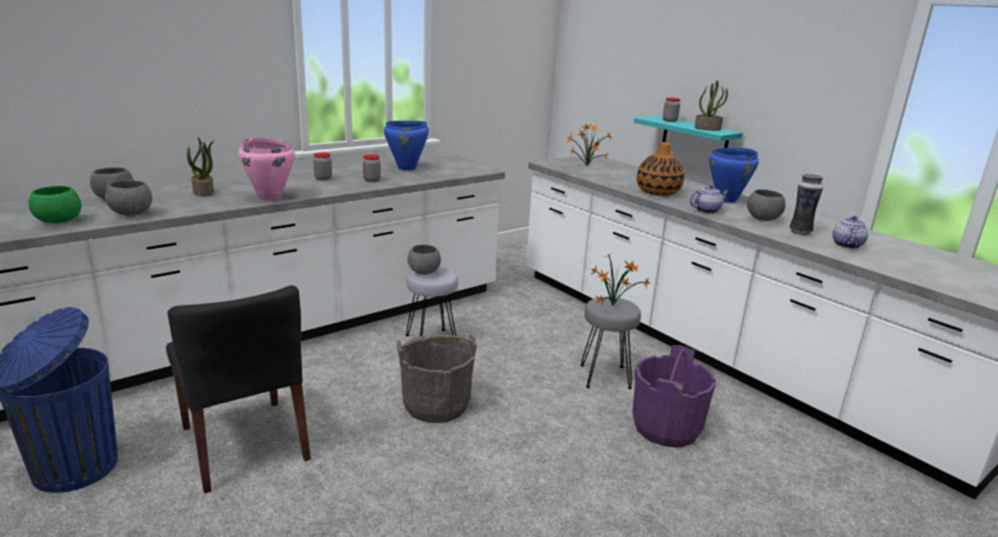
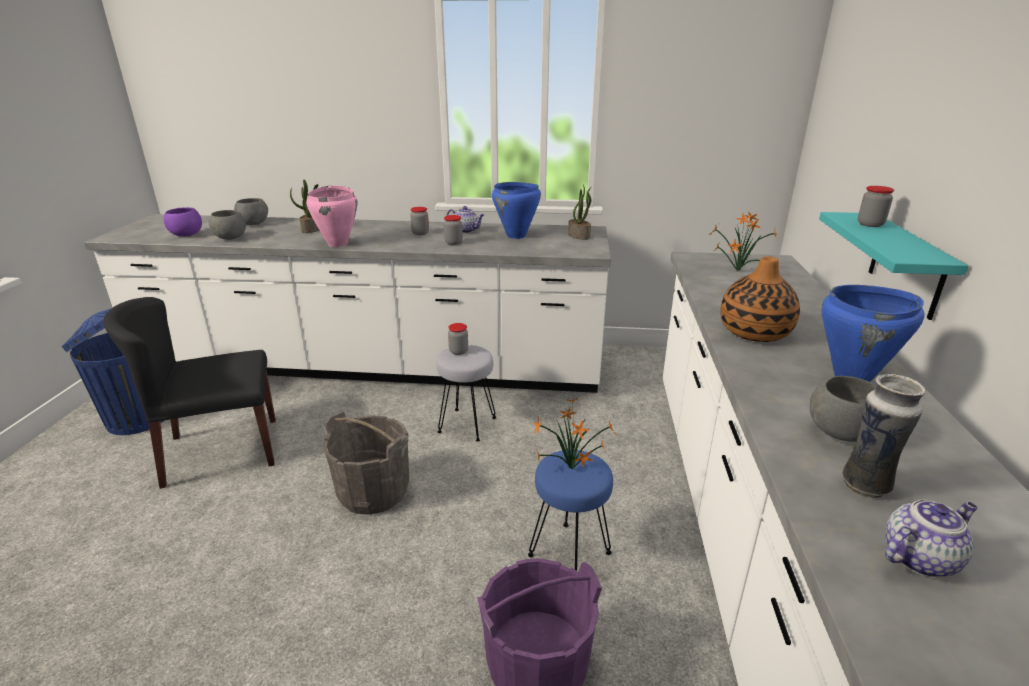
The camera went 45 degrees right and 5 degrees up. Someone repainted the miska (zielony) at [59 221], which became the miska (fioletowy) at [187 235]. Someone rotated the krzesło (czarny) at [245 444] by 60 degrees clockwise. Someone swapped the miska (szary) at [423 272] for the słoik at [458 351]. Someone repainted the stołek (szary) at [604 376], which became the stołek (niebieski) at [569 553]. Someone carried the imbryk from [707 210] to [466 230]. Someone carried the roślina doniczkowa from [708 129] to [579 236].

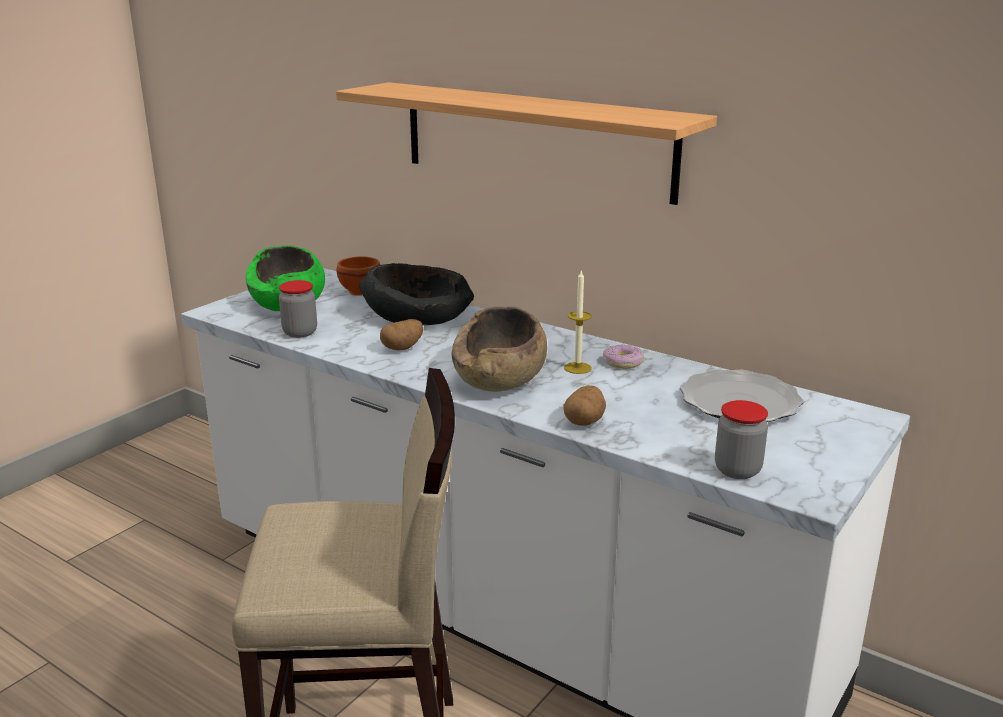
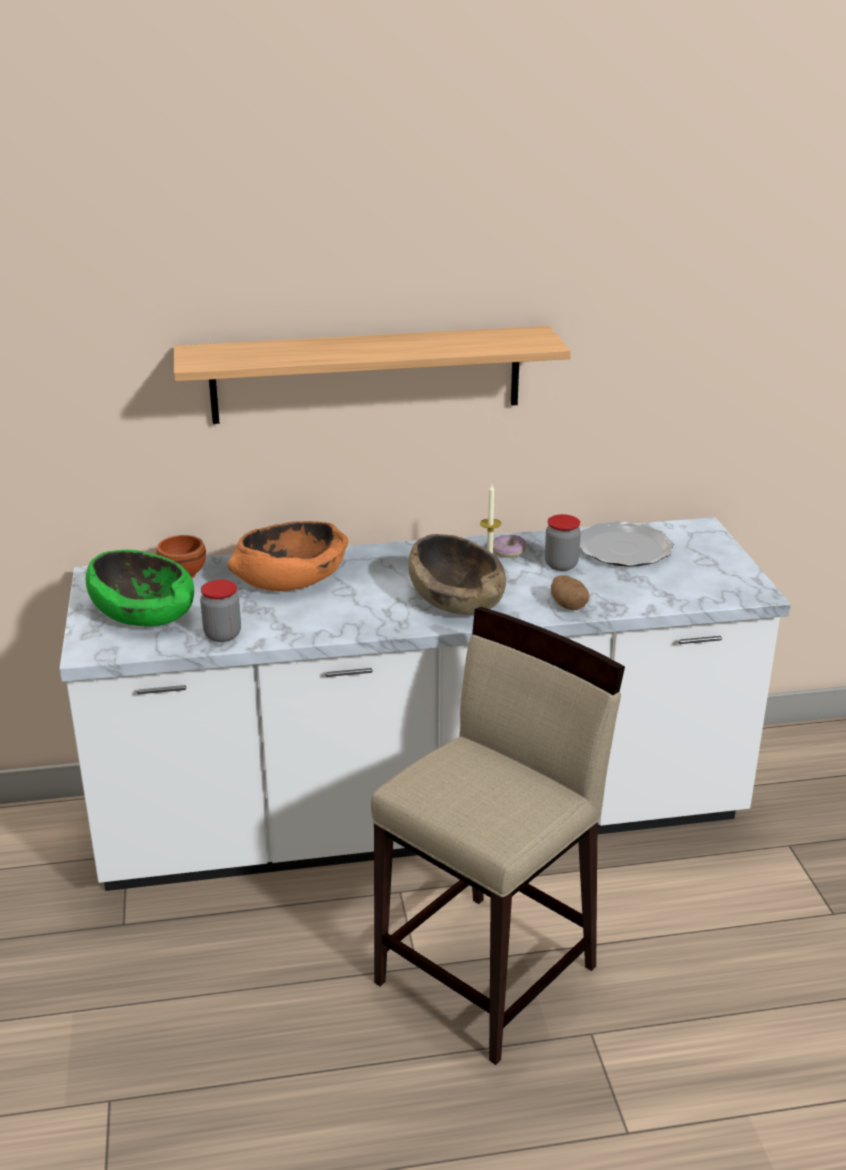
The camera went 45 degrees left and 5 degrees up. Someone repainted the miska (czarny) at [417 318], which became the miska (pomarańczowy) at [290 579]. Someone took away the ziemniak at [403 347]. Someone carried the słoik from [737 470] to [561 565].

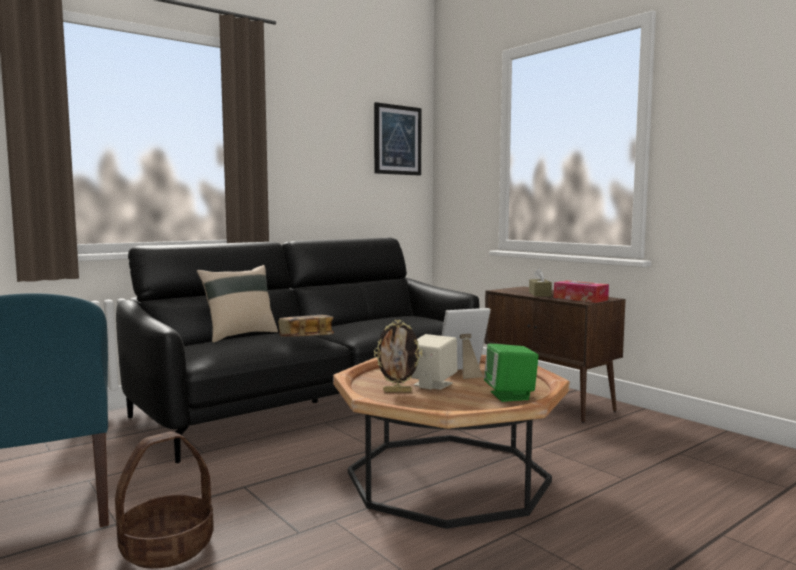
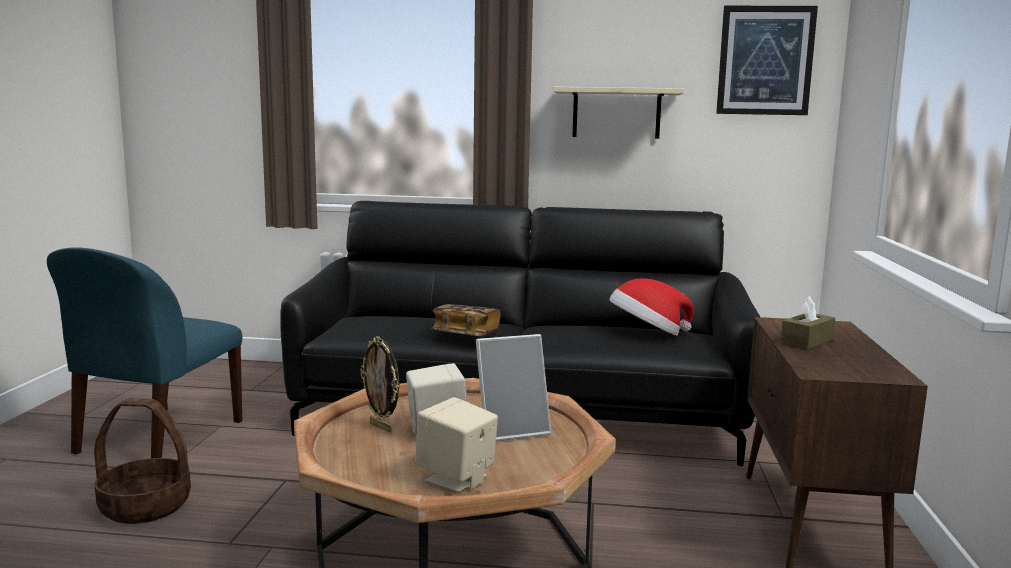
The camera went 45 degrees right and 5 degrees up. Someone took away the poduszka (beżowy) at [239 335]. Someone rotated the ramka na zdjęcie at [463 373] by 135 degrees clockwise. Someone repainted the głośnik (zielony) at [510 396], which became the głośnik (beżowy) at [456 479]. Someone took away the pudełko chusteczek at [580 299]. Someone put up the półka (beżowy) at [616 113]. Someone put down the kapelusz at [647 334].

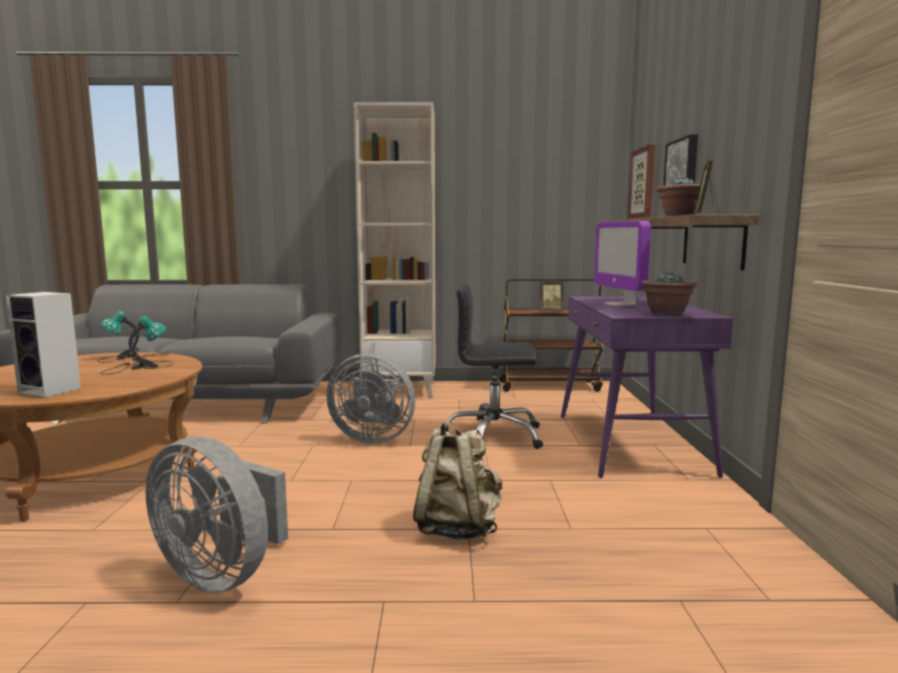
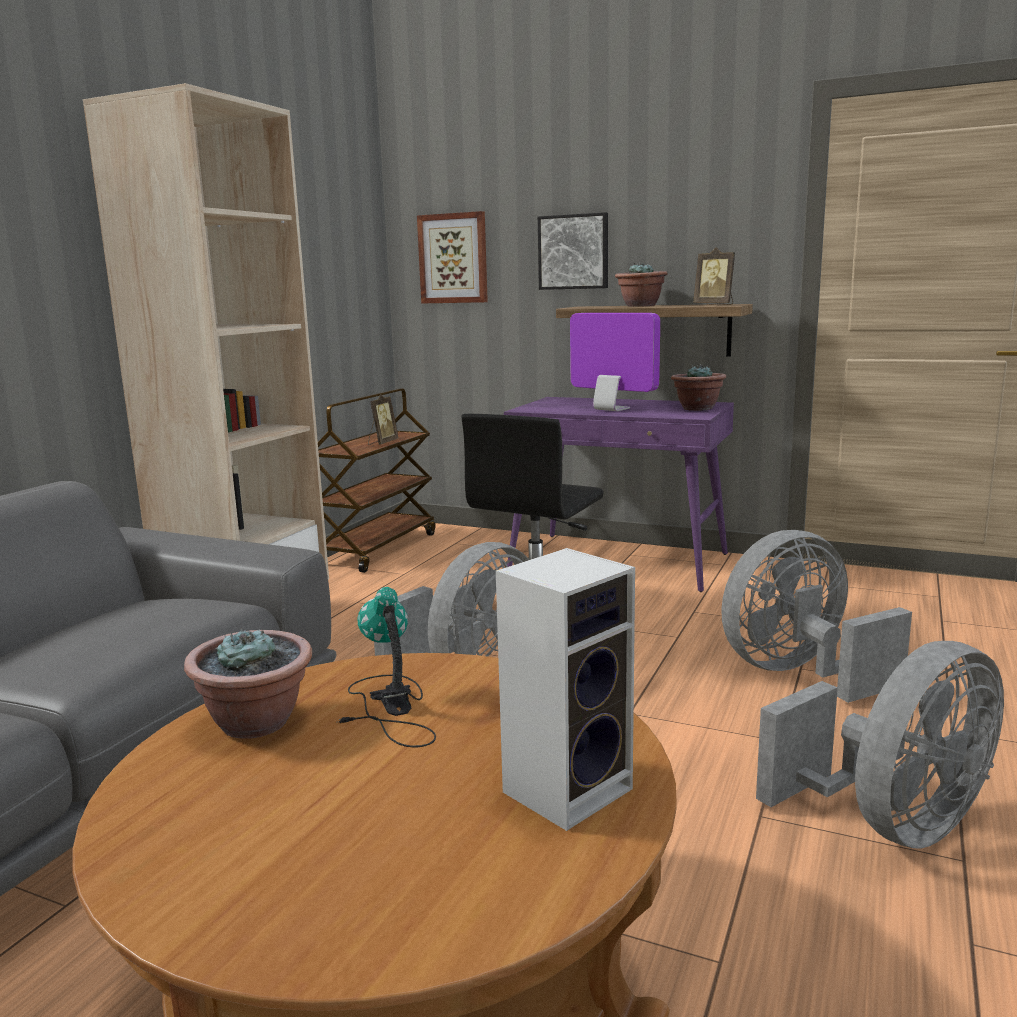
The camera went 65 degrees left and 5 degrees up. Someone swapped the lampa stołowa at [131 358] for the roślina doniczkowa at [257 722]. Someone swapped the plecak (beżowy) at [457 528] for the wentylator (szary) at [799 673]. Someone rotated the monitor at [620 305] by 150 degrees counterclockwise.

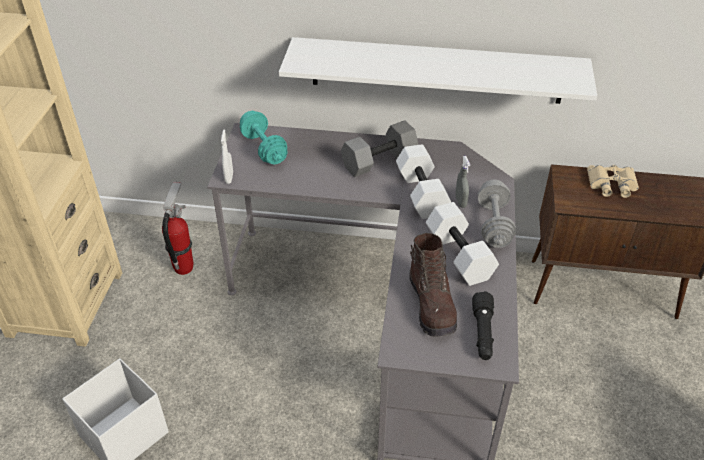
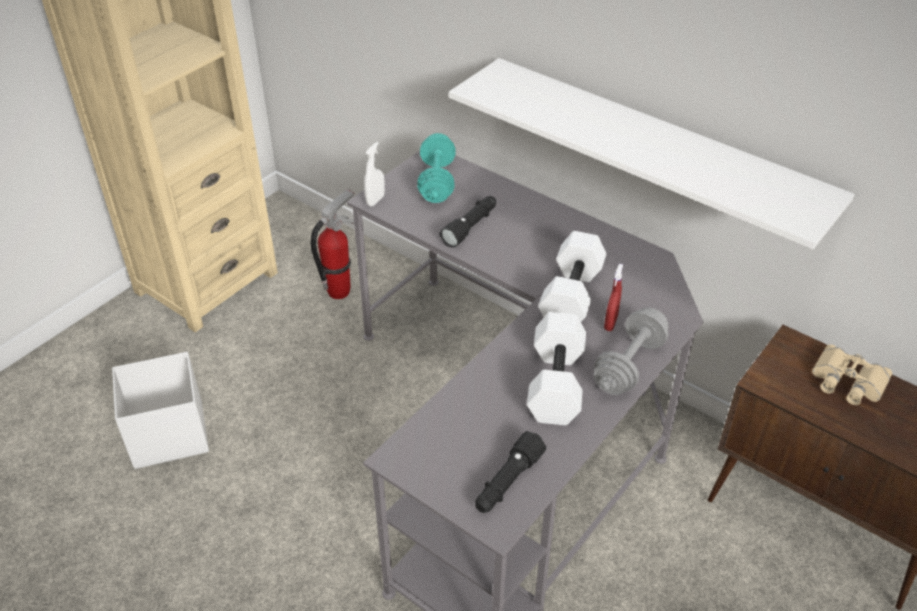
The camera went 30 degrees right and 0 degrees up. Someone took away the hantel (szary) at [379 160]. Someone took away the but z cholewką (brązowy) at [432 305]. Someone repainted the spryskiwacz (szary) at [460 202], which became the spryskiwacz (czerwony) at [610 323]. Someone put down the latarka (czarny) at [470 227].

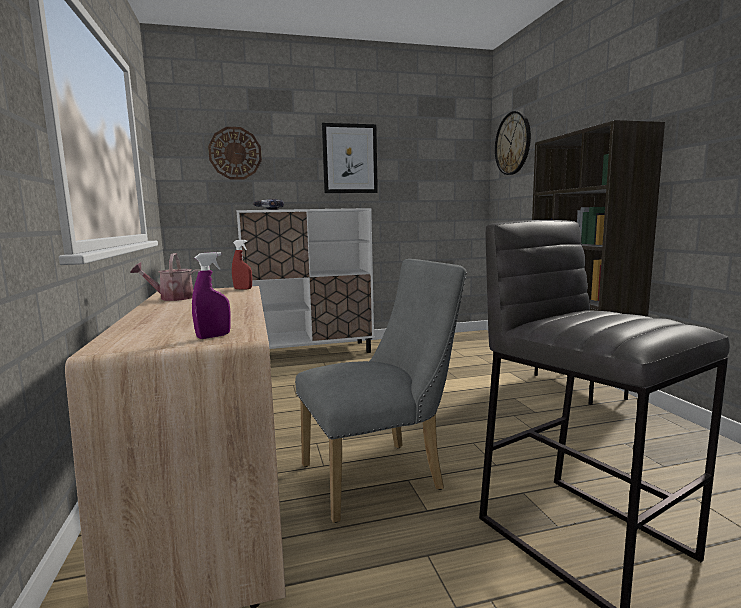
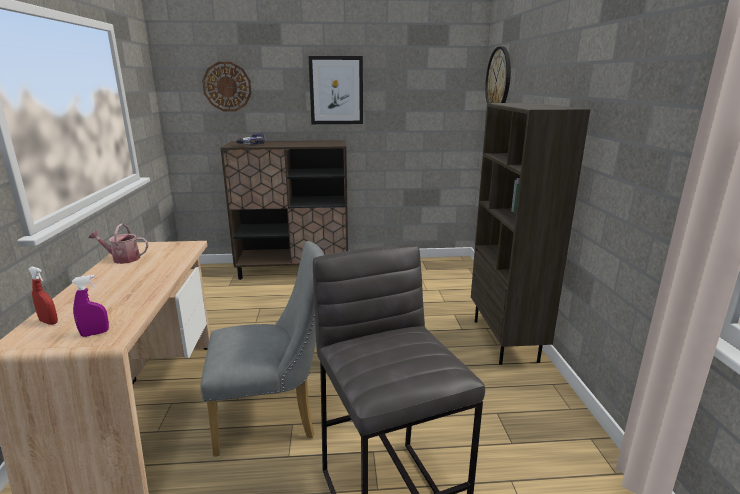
The camera went 10 degrees right and 10 degrees up. Someone carried the spryskiwacz (czerwony) from [243 289] to [49 322]. Someone repainted the szafka (biały) at [310 352], which became the szafka (brązowy) at [294 270].

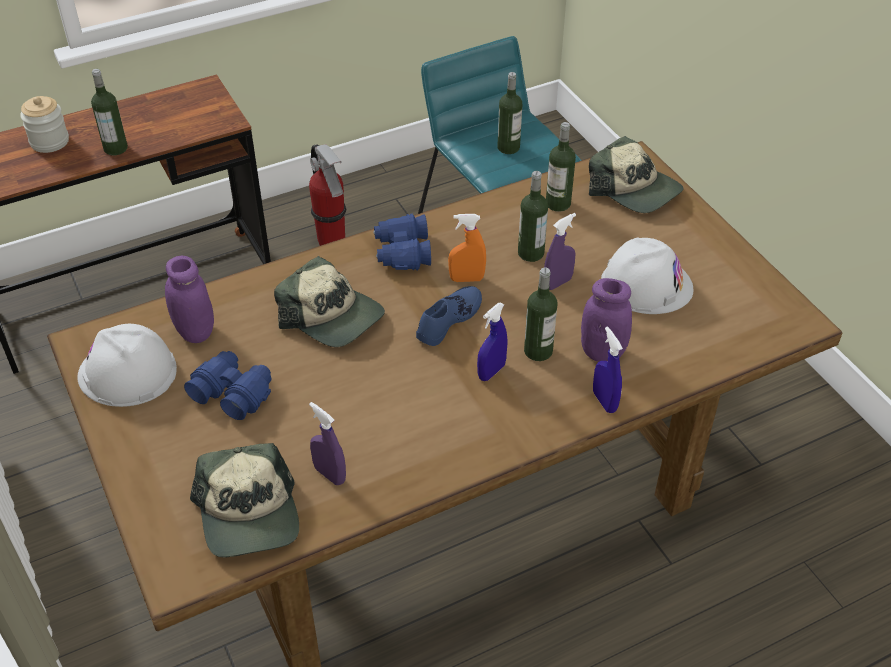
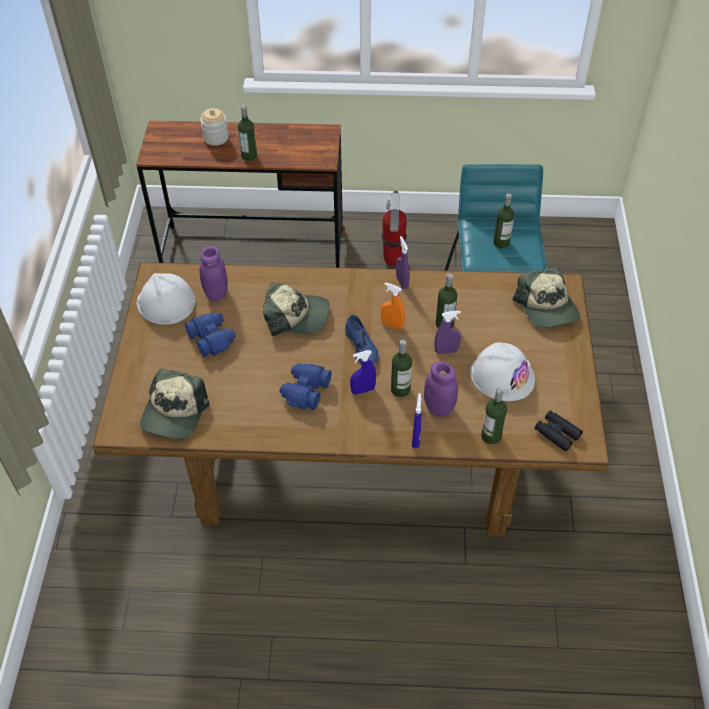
The camera went 30 degrees right and 5 degrees up. Someone rotated the czapka z daszkiem at [332 316] by 60 degrees counterclockwise. Someone carried the spryskiwacz (fioletowy) from [329 474] to [402 282]. Someone carried the lornetka (niebieski) from [402 252] to [305 391]. Someone rotated the but (niebieski) at [448 320] by 90 degrees clockwise. Someone carried the butelka from [558 203] to [491 436]. Someone put down the lornetka (czarny) at [557 433].

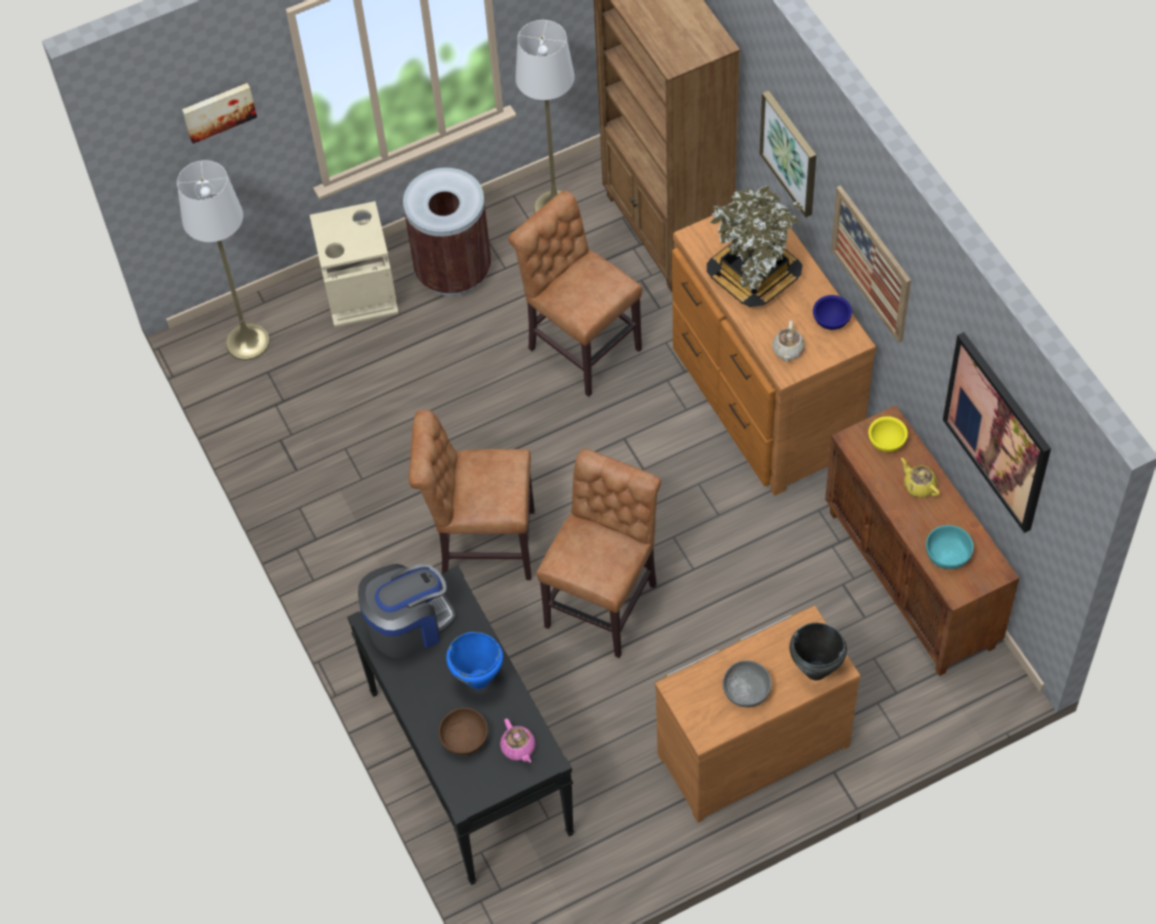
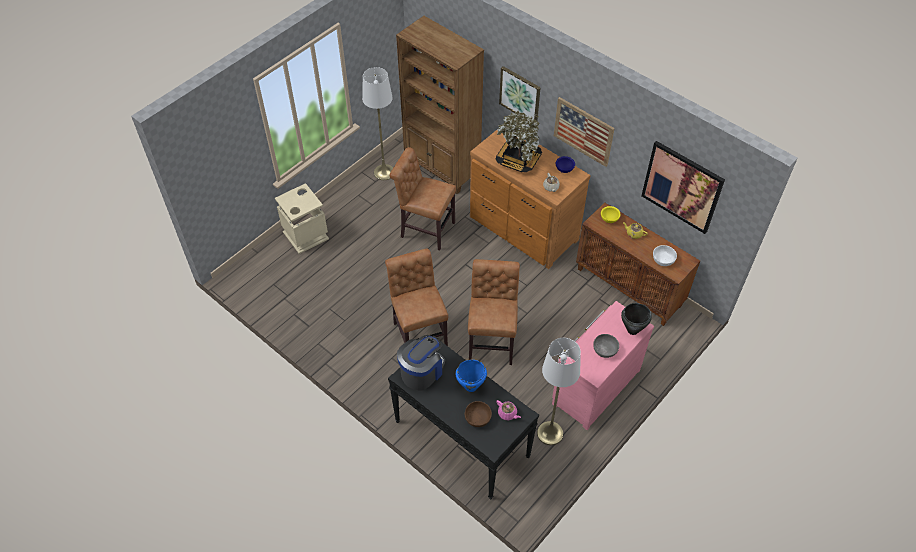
The camera went 25 degrees left and 5 degrees down. Someone carried the lampa stojąca (biały) from [247 342] to [550 433]. Someone took away the obraz at [218 111]. Someone took away the kosz na śmieci (brązowy) at [453 271]. Someone rotated the krzesło (brązowy) at [481 544] by 90 degrees clockwise. Someone repainted the komoda (brązowy) at [749 746], which became the komoda (różowy) at [593 386]. Someone repainted the miska (turkusowy) at [948 554], which became the miska (biały) at [663 259].

